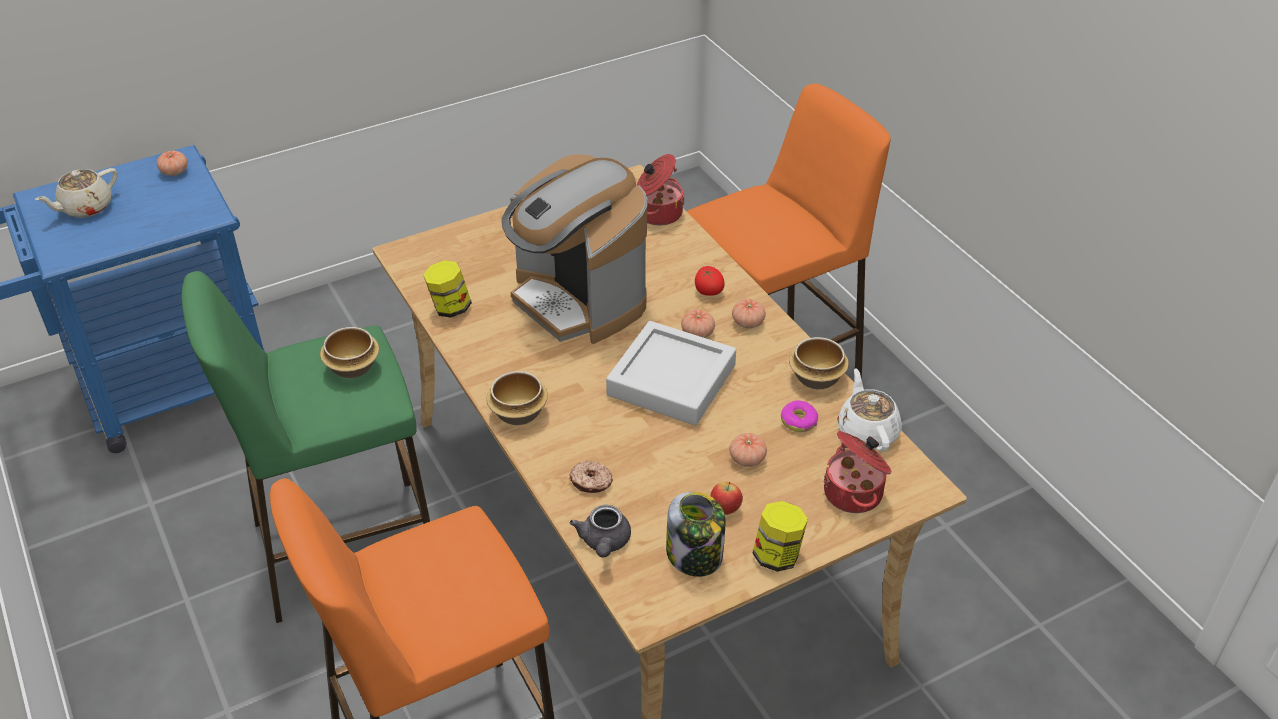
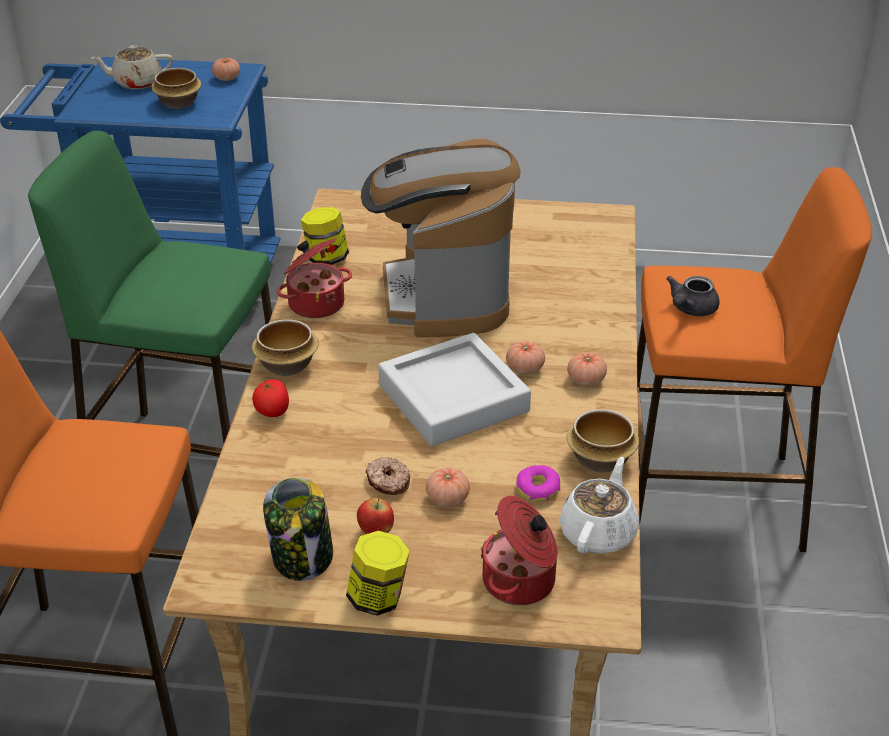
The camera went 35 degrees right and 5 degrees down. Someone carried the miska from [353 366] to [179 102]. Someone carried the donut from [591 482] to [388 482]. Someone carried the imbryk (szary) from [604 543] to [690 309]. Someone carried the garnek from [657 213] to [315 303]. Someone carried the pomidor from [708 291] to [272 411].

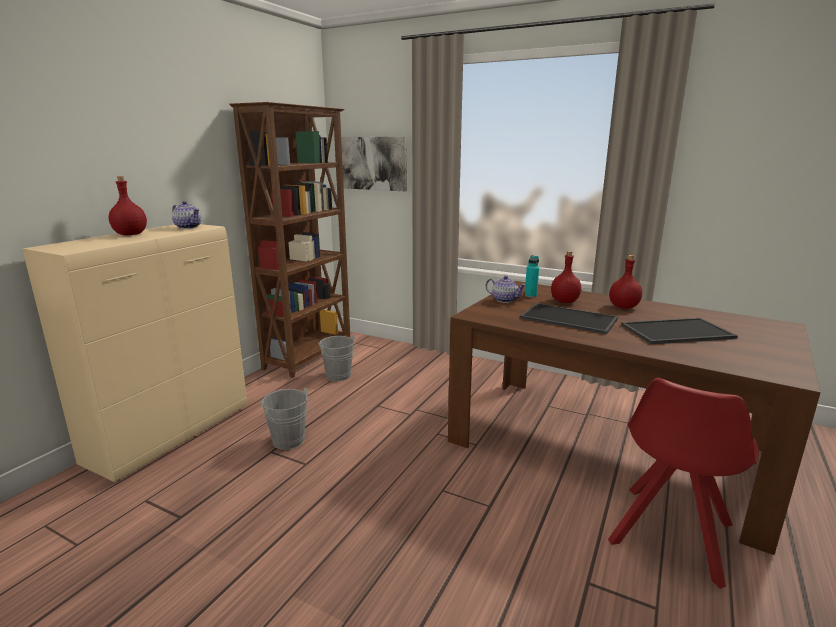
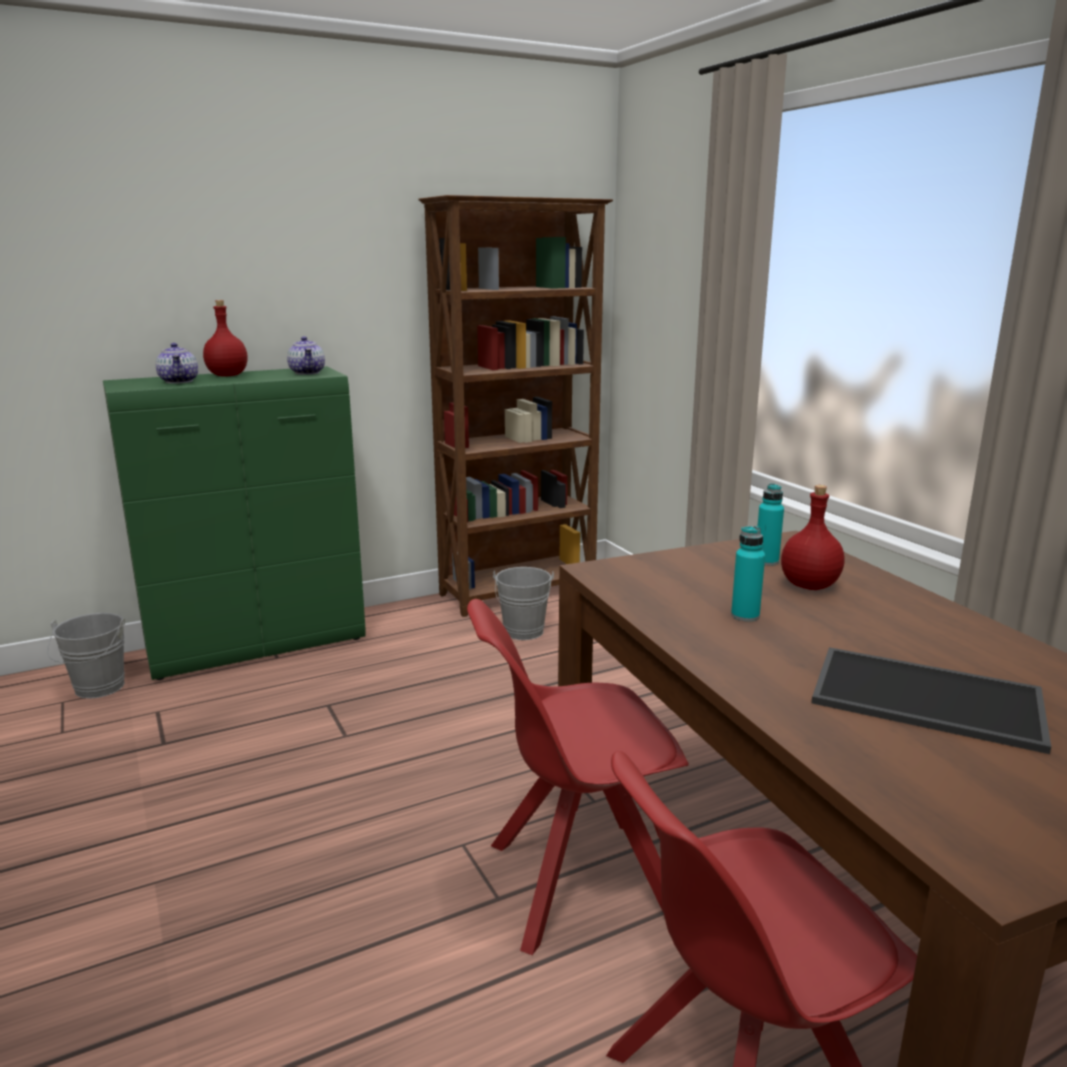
The camera went 35 degrees right and 0 degrees up. Someone repainted the szafka (beżowy) at [172 434], which became the szafka (zielony) at [259 646]. Someone carried the wiadro (szary) from [290 442] to [97 690]. Someone took away the obraz at [373 163]. Someone carried the imbryk from [504 300] to [179 381]. Someone swapped the taca at [567 319] for the butelka (turkusowy) at [745 616]. Someone took away the butelka (czerwony) at [624 307]. Someone put down the krzesło (czerwony) at [576 883].

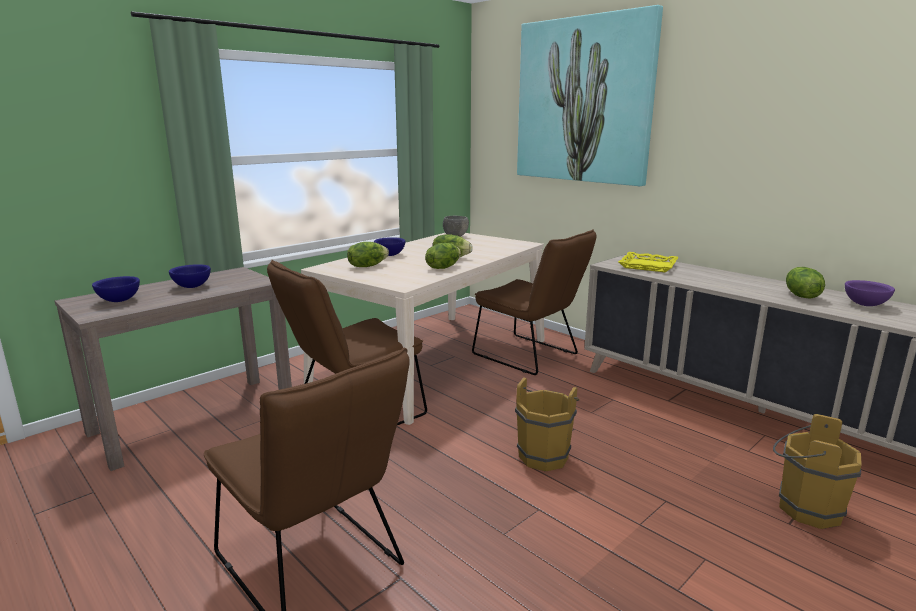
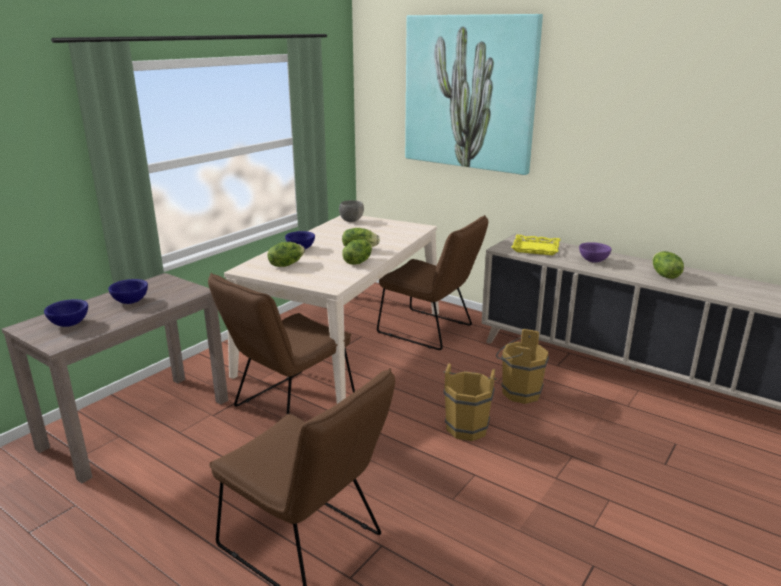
The camera went 10 degrees left and 5 degrees up. Someone carried the wiadro (brązowy) from [803 508] to [518 392]. Someone carried the miska (fioletowy) from [865 304] to [593 261].

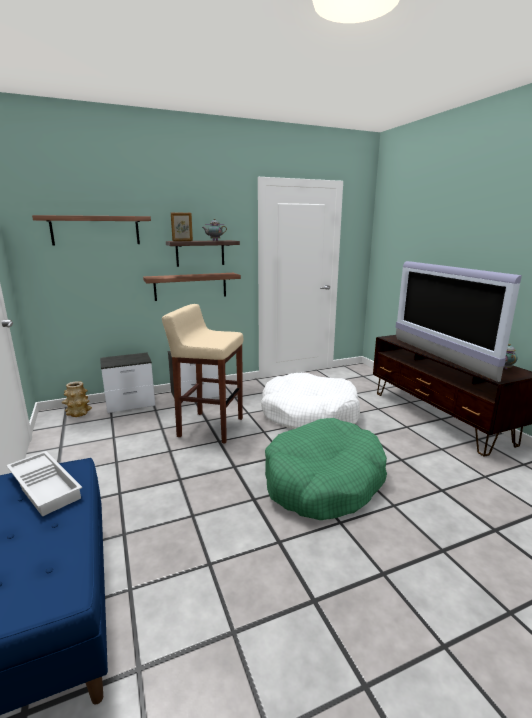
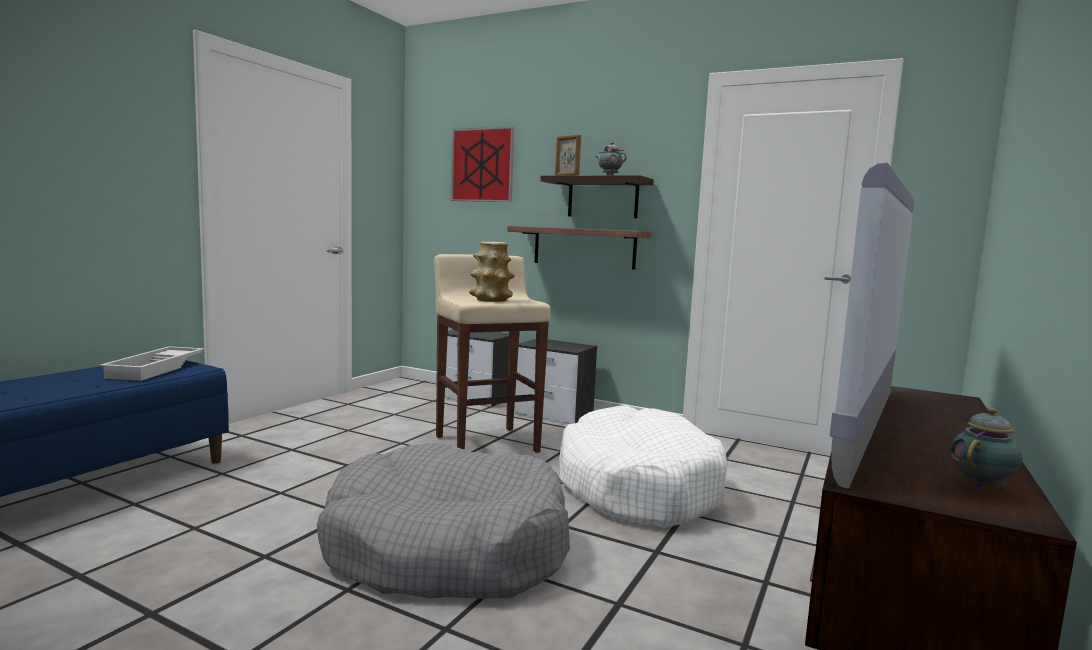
The camera went 50 degrees right and 10 degrees down. Someone swapped the półka at [96 230] for the obraz at [482 165]. Someone carried the wazon from [78 413] to [490 300]. Someone repainted the legowisko (zielony) at [323 481], which became the legowisko (szary) at [446 548].

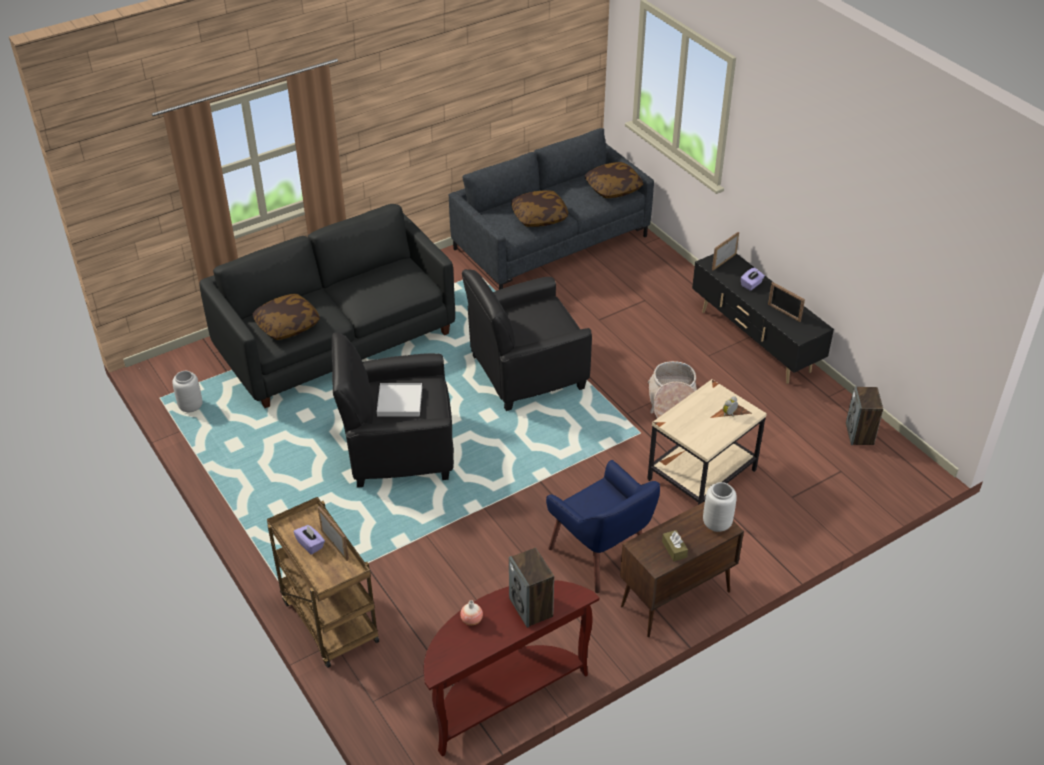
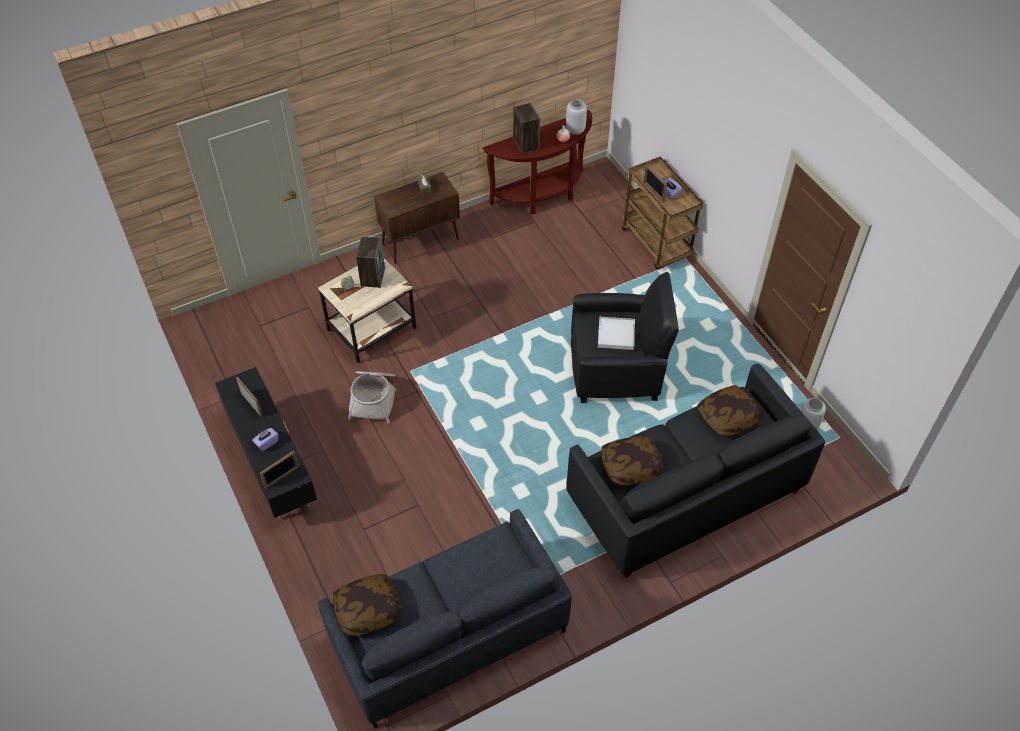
The camera went 175 degrees left and 10 degrees up. Someone took away the fotel (czarny) at [526 372]. Someone carried the poduszka from [539 217] to [631 467]. Someone took away the fotel (niebieski) at [601 554]. Someone carried the wazon (szary) from [716 524] to [575 130]. Someone carried the głośnik from [860 434] to [372 277].

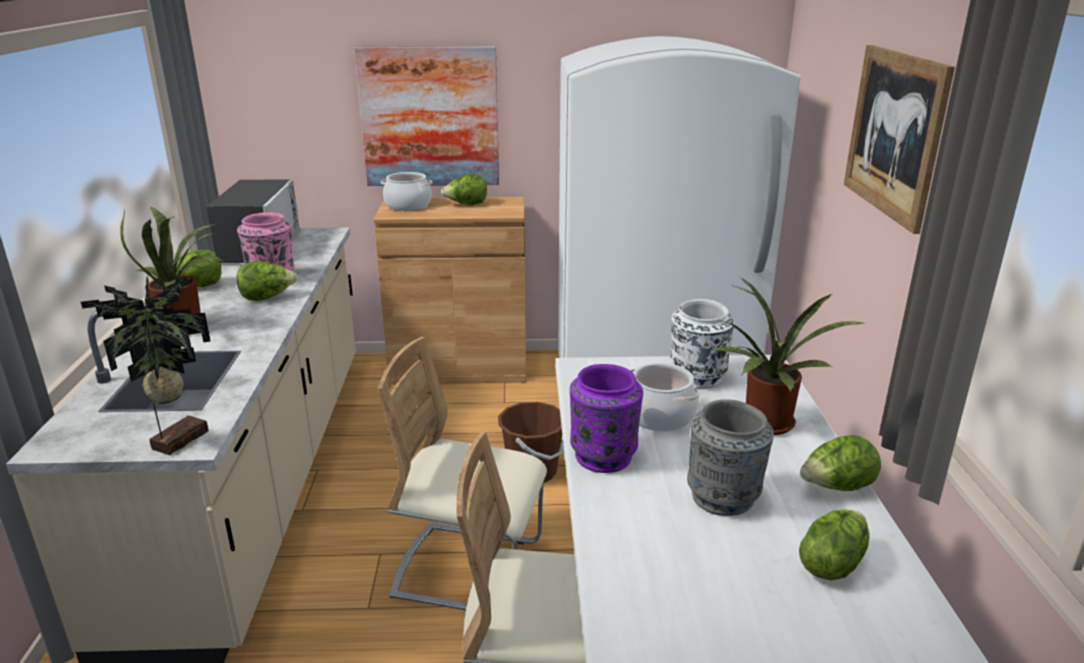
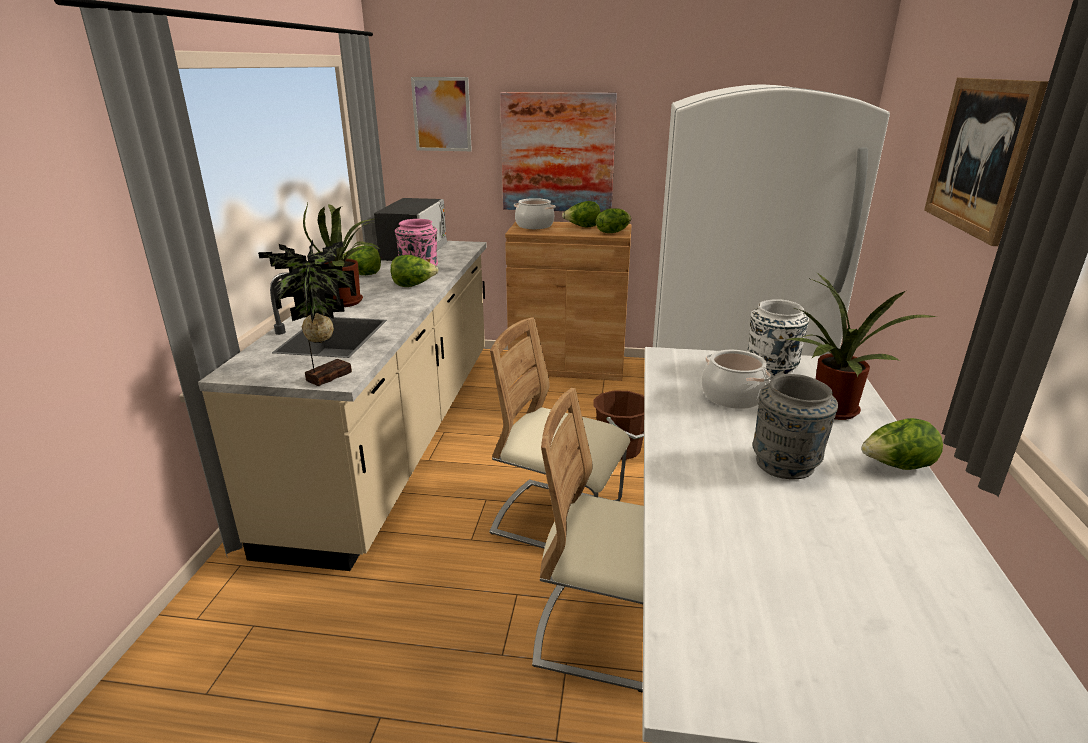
The camera went 10 degrees right and 0 degrees up. Someone took away the wazon (fioletowy) at [603 455]. Someone carried the sałata from [831 563] to [612 232]. Someone put up the obraz at [442 114].

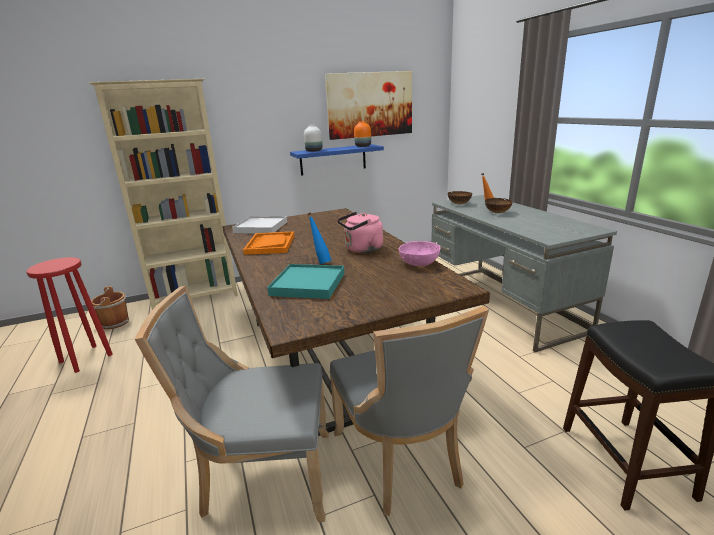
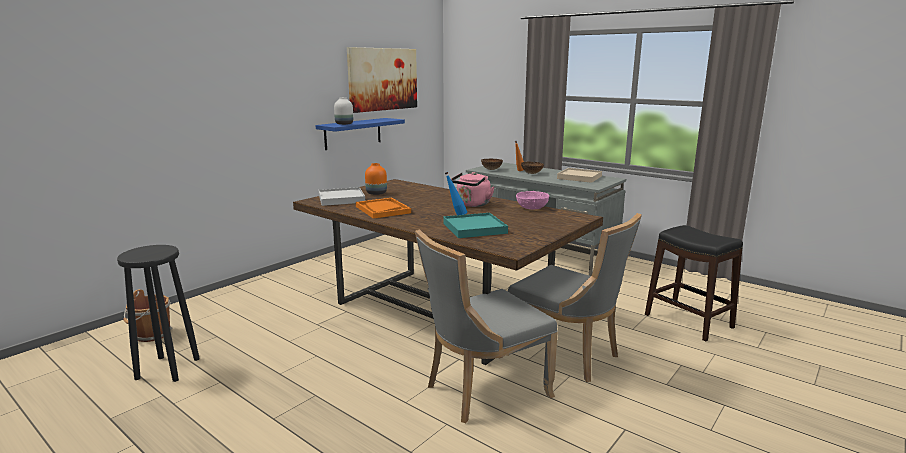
The camera went 30 degrees left and 5 degrees down. Someone repainted the stołek (czerwony) at [86 358], which became the stołek (czarny) at [168 368]. Someone took away the regał (beżowy) at [196 297]. Someone carried the wazon (pomarańczowy) from [363 146] to [376 193]. Someone put down the taca (beżowy) at [579 177].

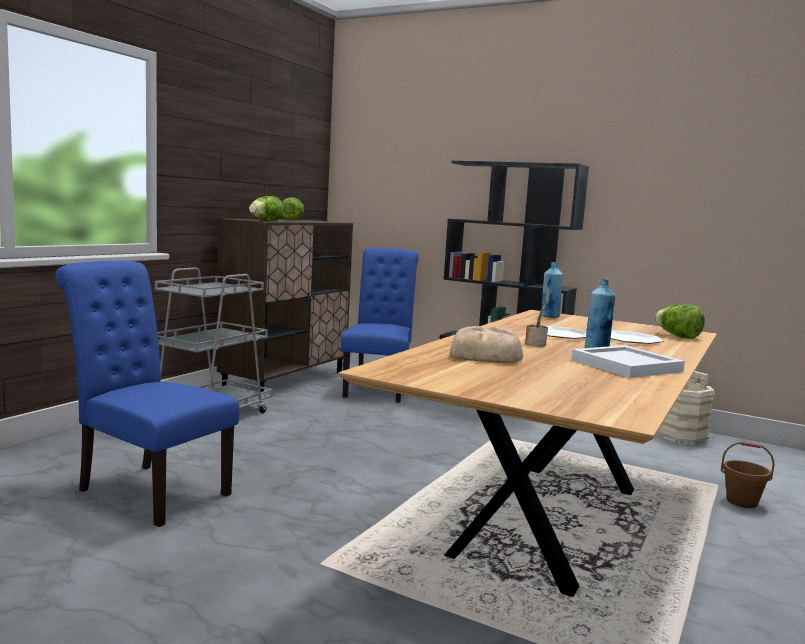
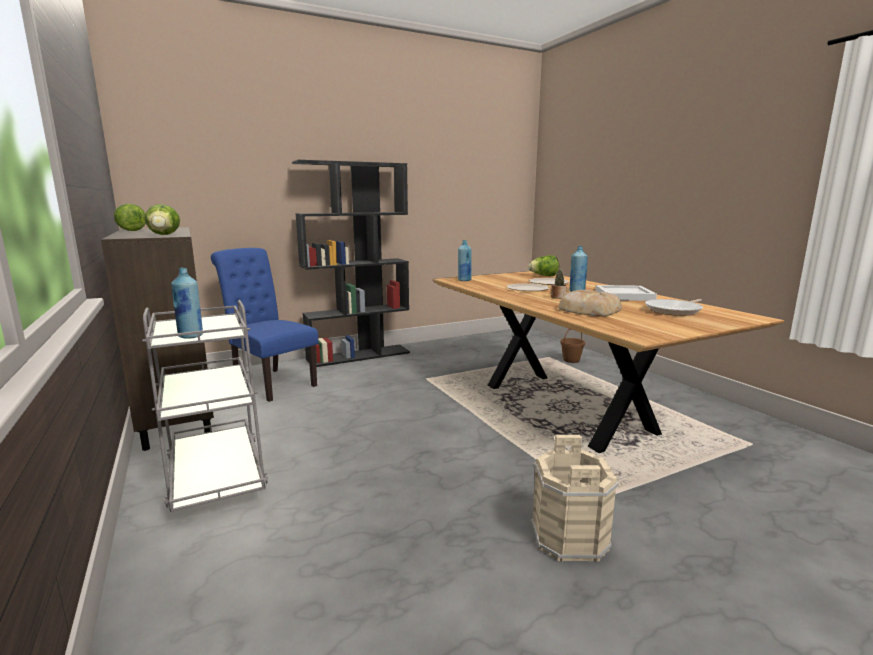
The camera went 55 degrees left and 5 degrees up. Someone took away the krzesło (niebieski) at [147 490]. Someone carried the wiadro (beżowy) from [679 436] to [568 537]. Someone put down the butelka (niebieski) at [191 336]. Someone put down the patelnia at [674 310].

